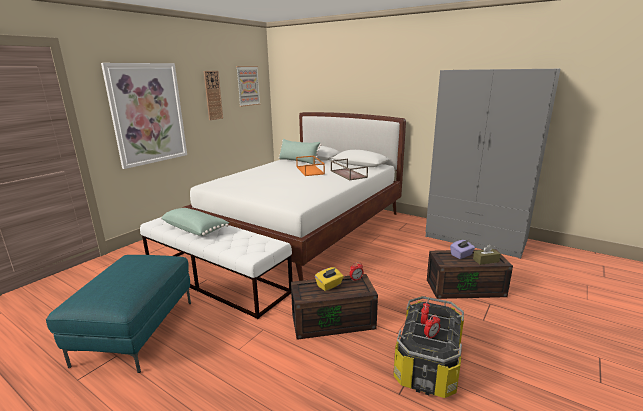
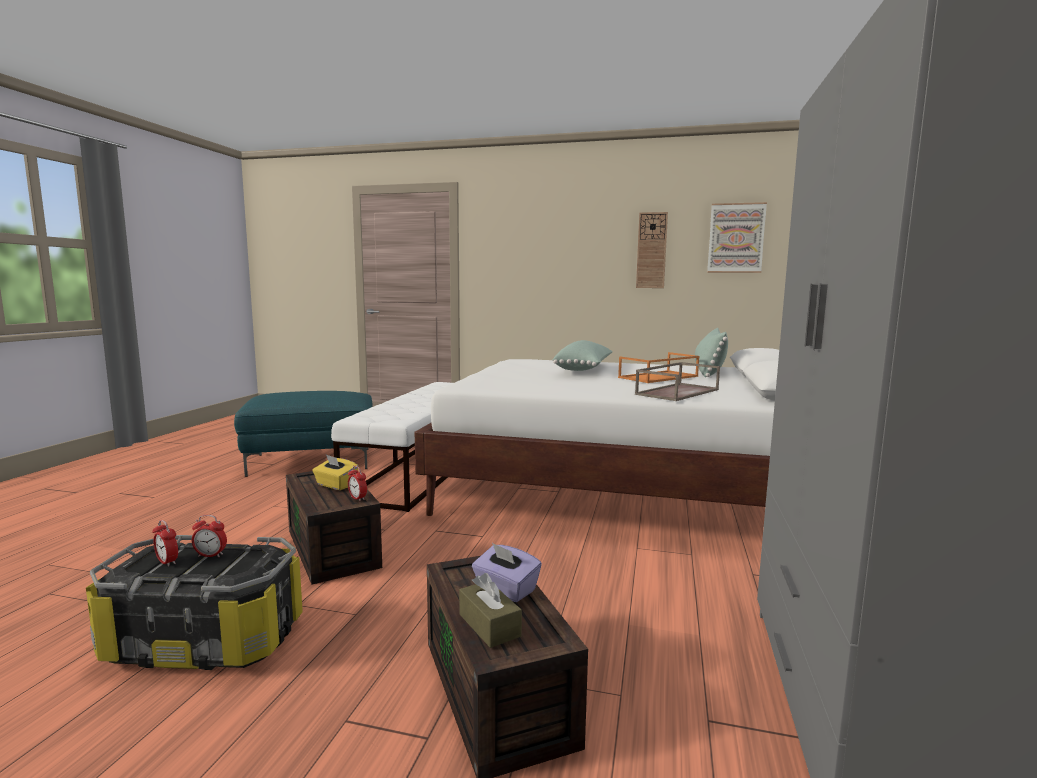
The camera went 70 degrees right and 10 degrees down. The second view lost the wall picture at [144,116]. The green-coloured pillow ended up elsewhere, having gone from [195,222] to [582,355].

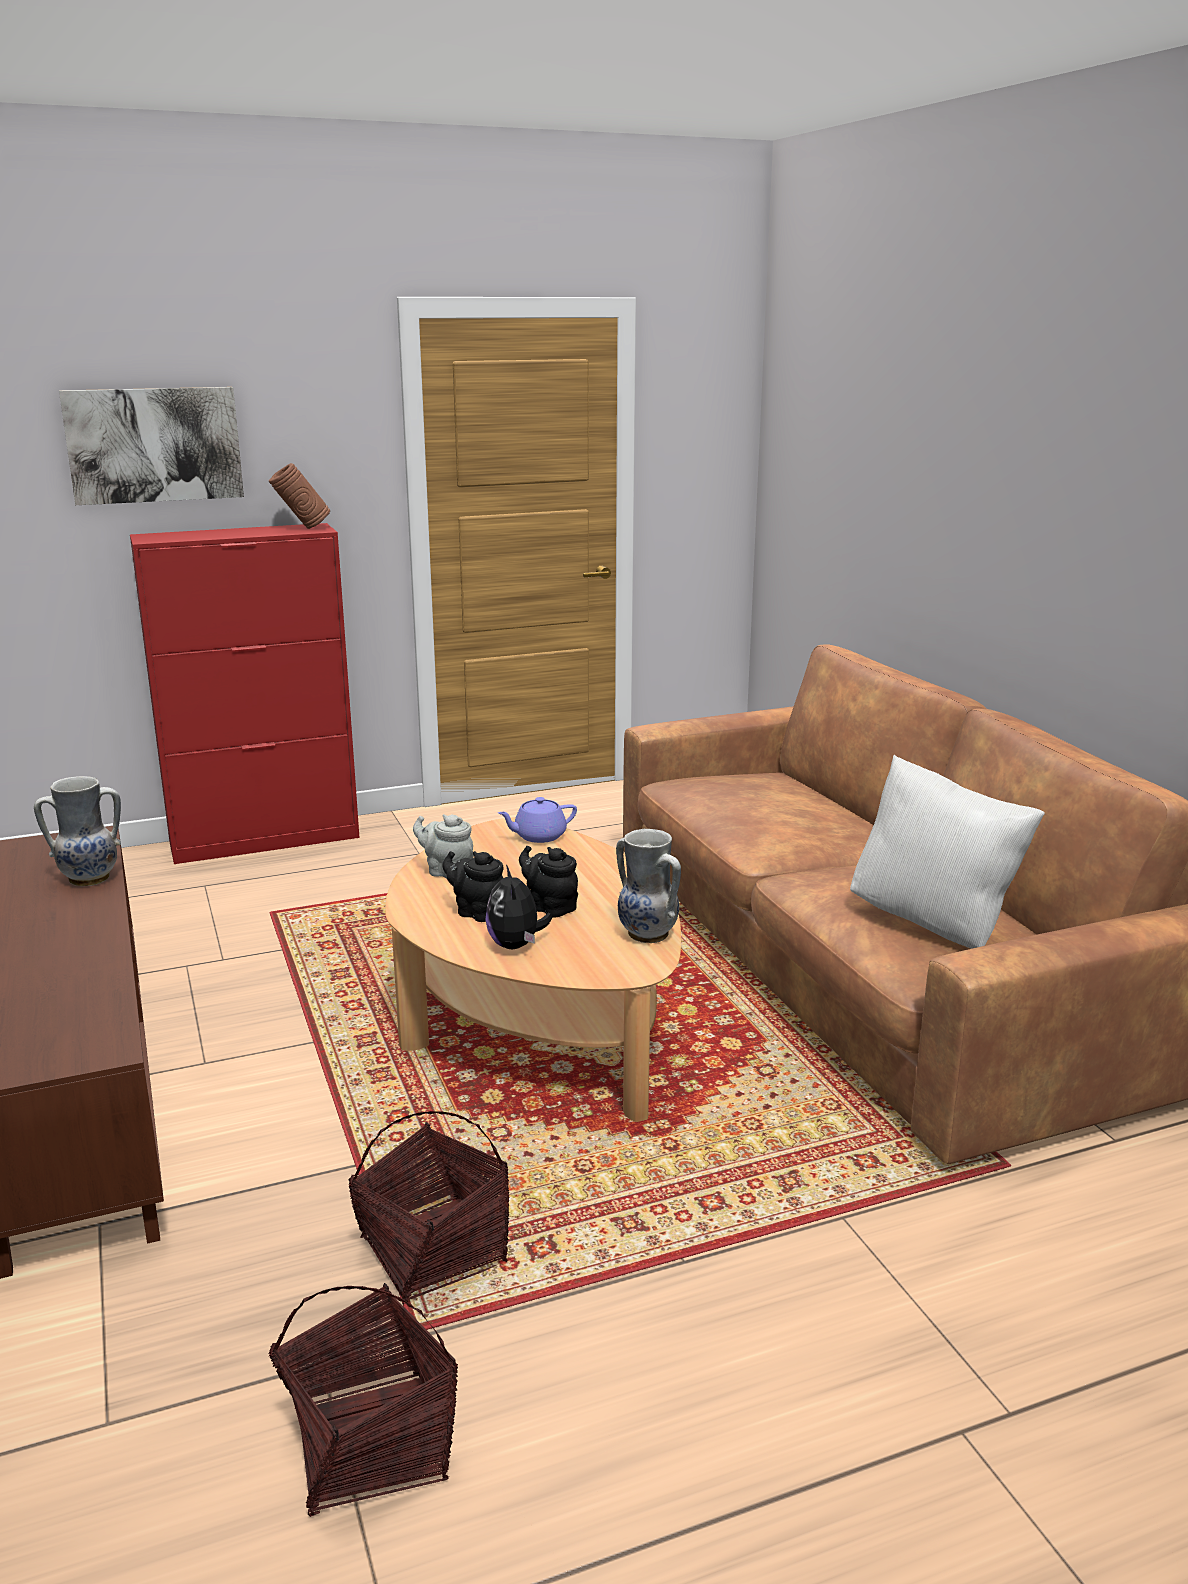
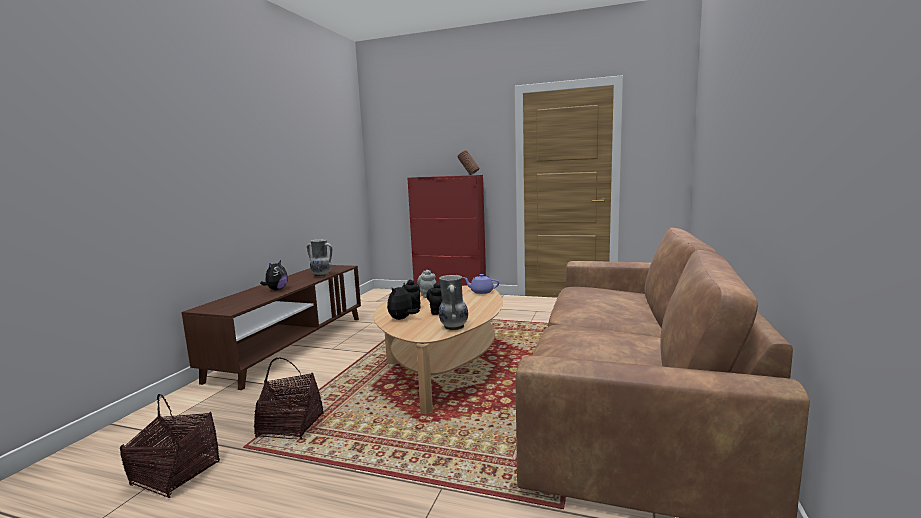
The camera went 40 degrees right and 10 degrees down. The second view lost the wall picture at [151,446]. The second view lost the white-coloured pillow at [947,852]. The second view gained the plush toy at [274,275].

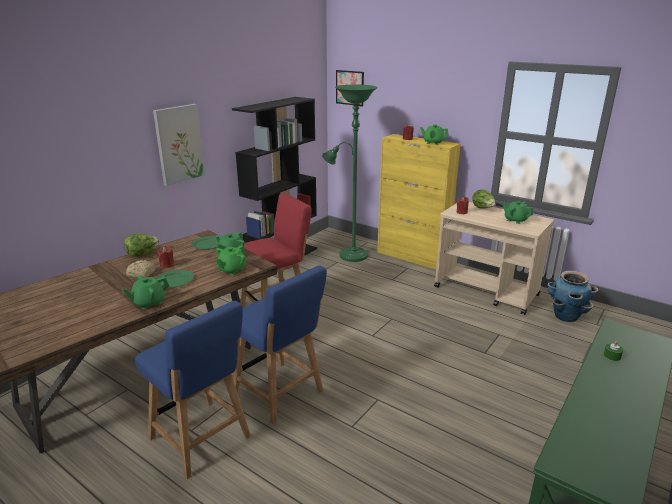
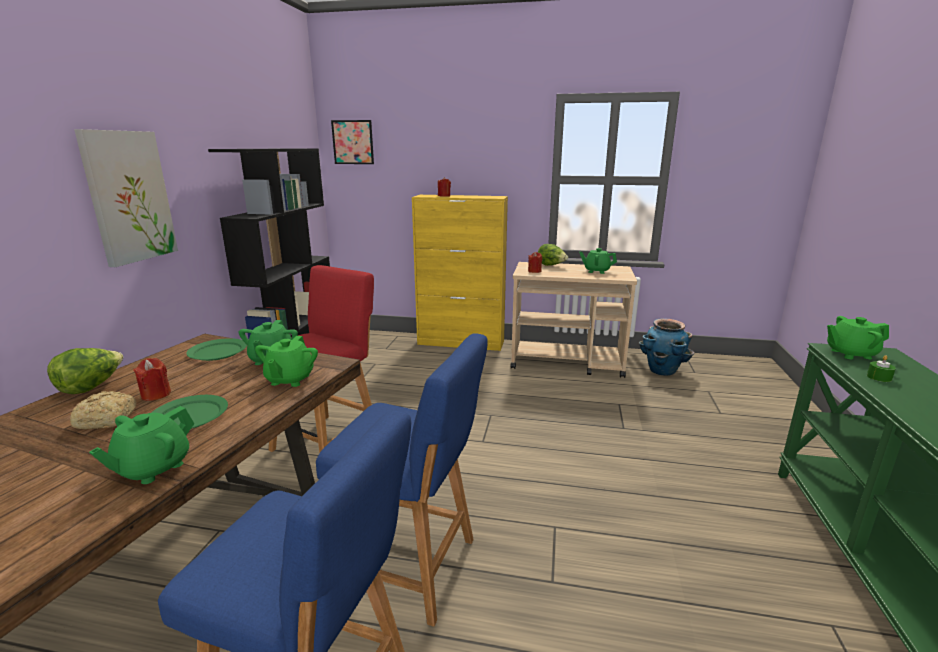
The camera went 25 degrees left and 5 degrees down. The second view lost the green-coloured floor lamp at [350,173]. The green-coloured tea pot ended up elsewhere, having gone from [434,134] to [858,337].

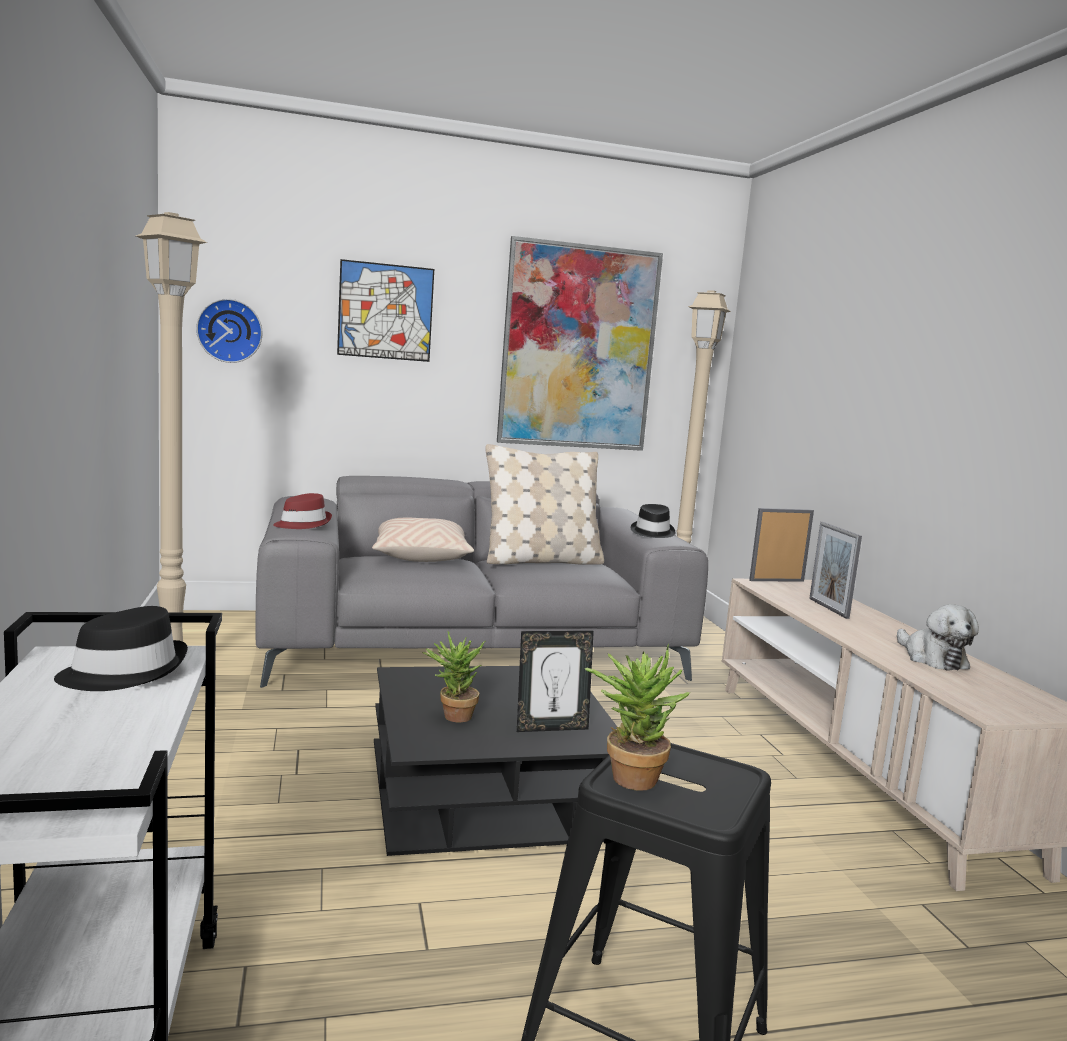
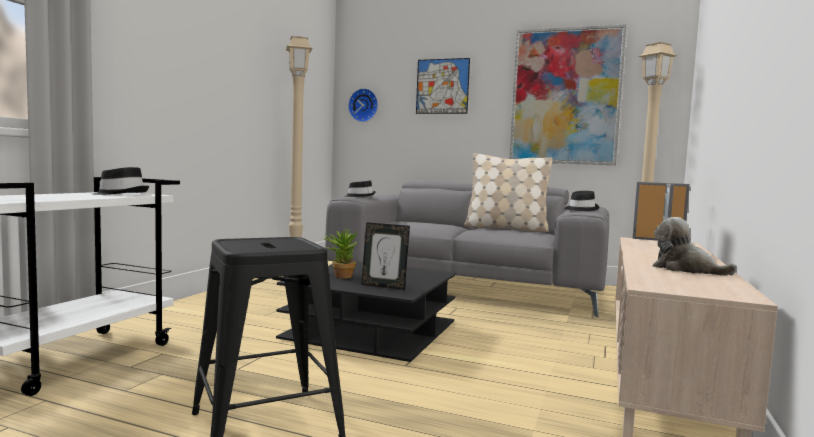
The camera went 35 degrees right and 5 degrees down. What was the red clothing hat at [302,511] turned into the black-coloured clothing hat at [360,188]. The second view lost the beige-coloured pillow at [423,539]. The second view lost the houseplant at [637,717]. The plush toy at [938,637] ended up facing another way, 120 degrees clockwise from before.

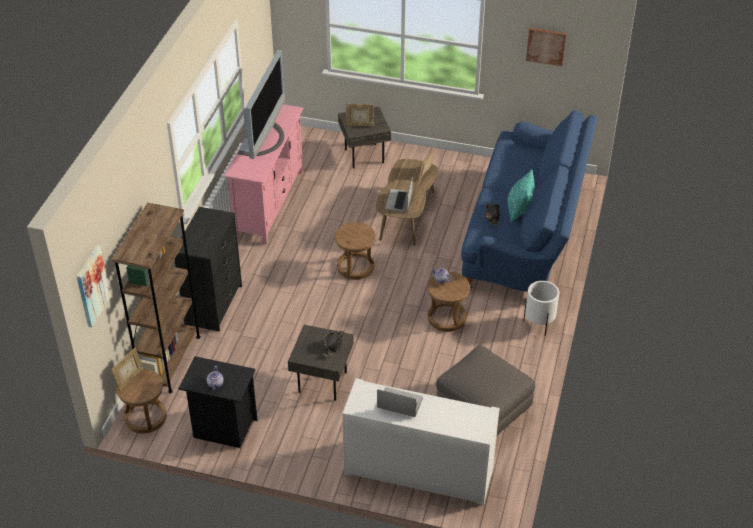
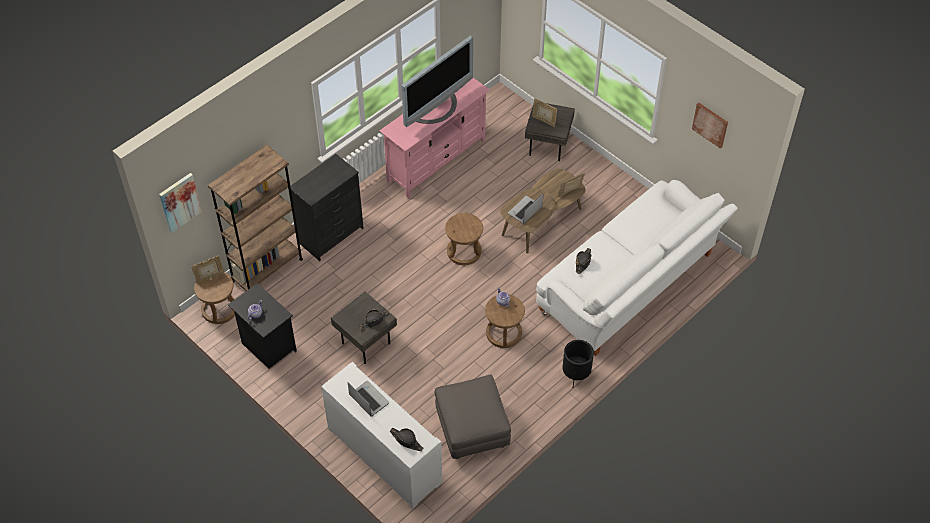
The camera went 30 degrees right and 10 degrees up. What was the blue couch at [529,201] turned into the white-coloured couch at [636,268]. The second view lost the turquoise pillow at [521,196]. What was the white-coloured planter at [541,308] turned into the black-coloured planter at [578,363]. The second view gained the black-coloured clothing hat at [406,439].

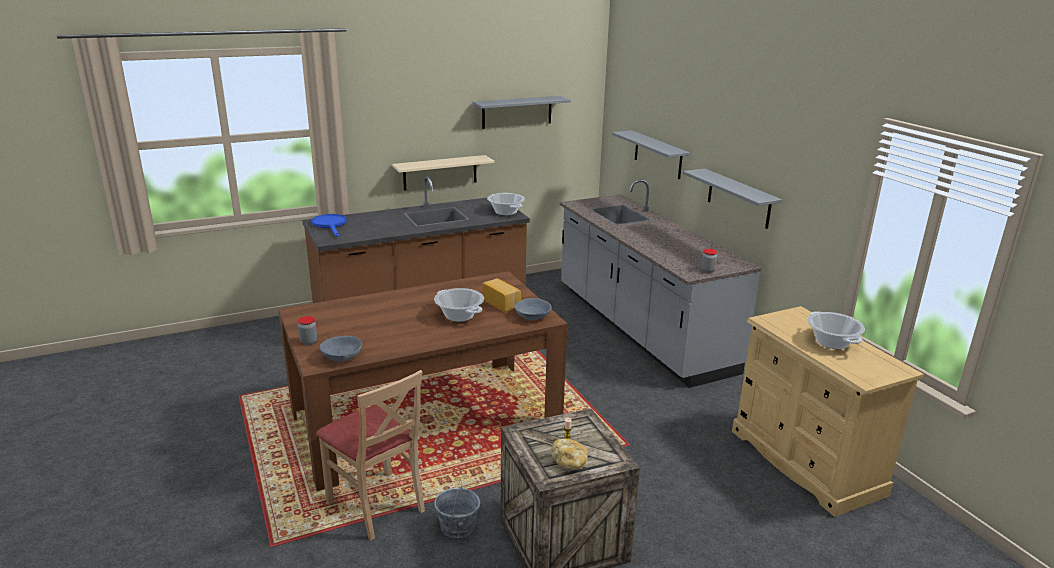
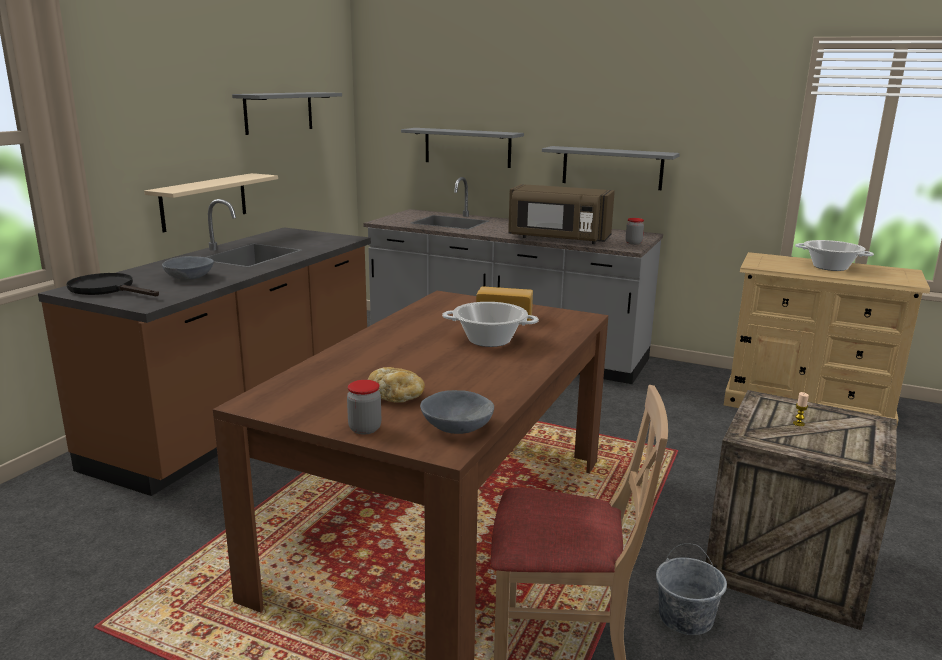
The camera went 40 degrees left and 5 degrees down. What was the blue frying pan at [329,225] turned into the black-coloured frying pan at [112,284]. The second view lost the cooking pot at [506,204]. The grey serving bowl ended up elsewhere, having gone from [533,309] to [188,268]. The bread ended up elsewhere, having gone from [569,454] to [396,385]. The second view gained the brownish kitchen microwave at [561,214].

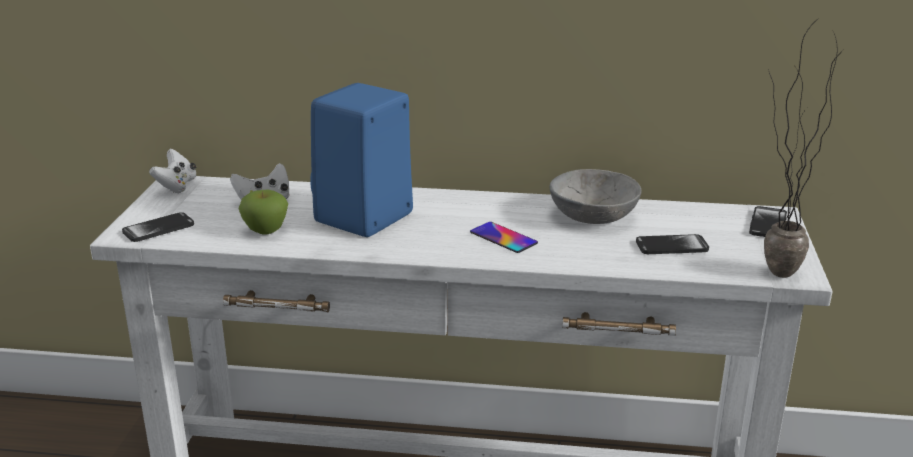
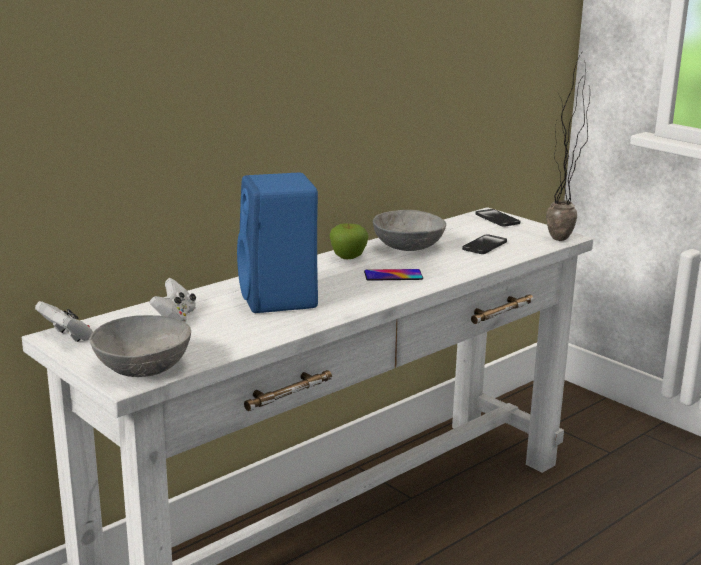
The camera went 50 degrees left and 5 degrees down. Where the handset stood at [158,227], the grey serving bowl came to stand at [140,346]. The apple fruit ended up elsewhere, having gone from [263,212] to [349,241].

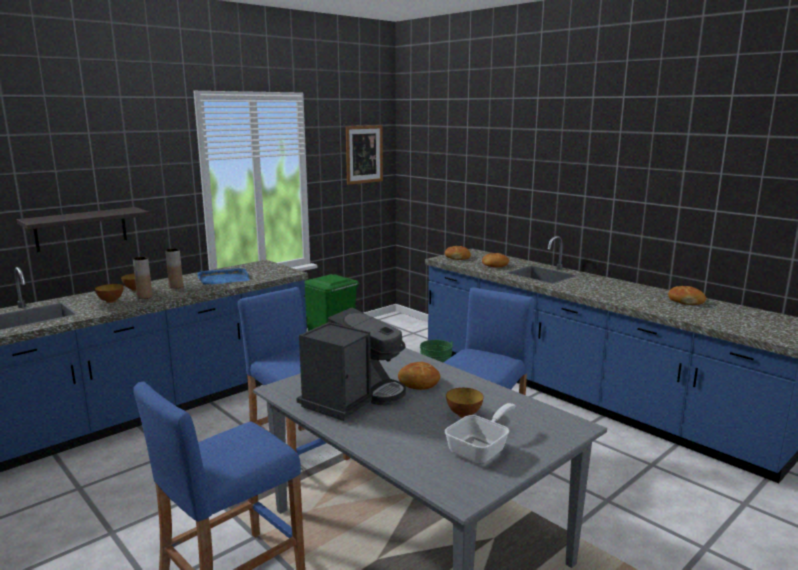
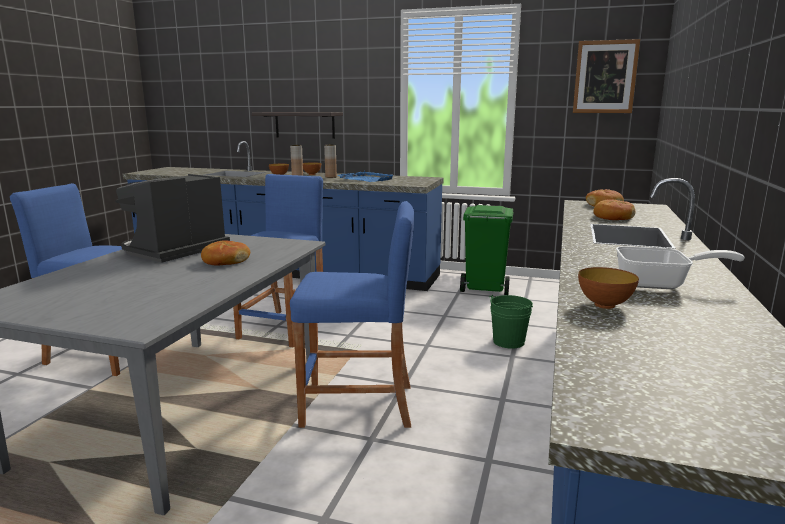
The camera went 60 degrees right and 0 degrees up. The coffee maker at [351,364] ended up facing another way, 120 degrees clockwise from before. The frying pan ended up elsewhere, having gone from [480,433] to [680,267]. The serving bowl ended up elsewhere, having gone from [465,403] to [608,288]. The second view lost the bread at [687,295].

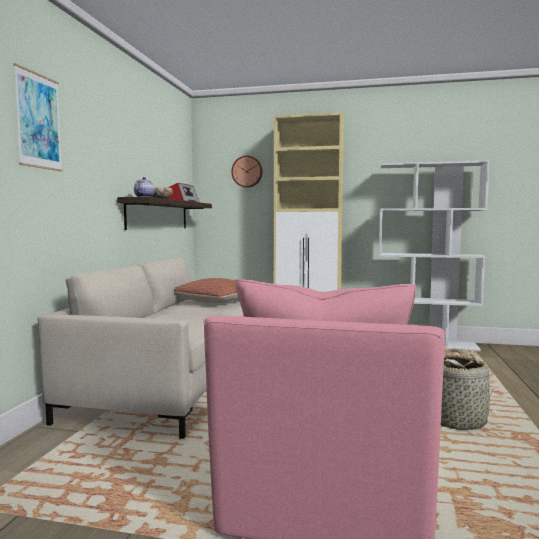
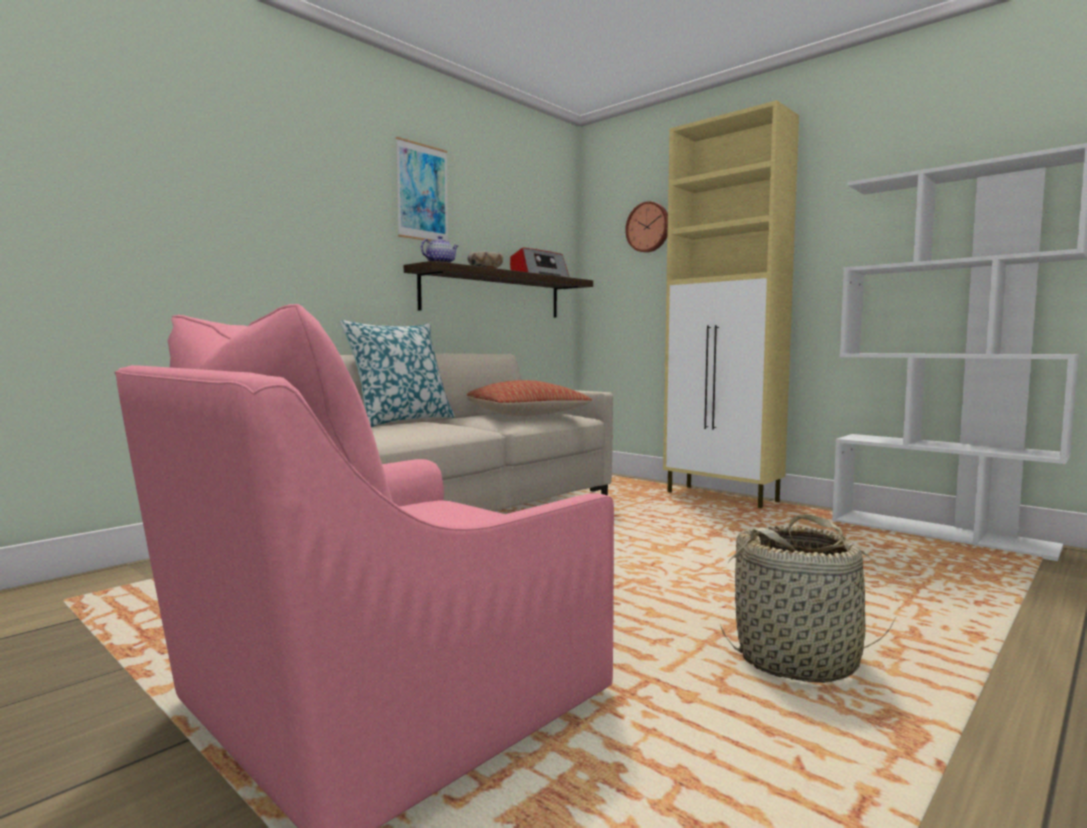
The camera went 30 degrees right and 0 degrees up. The wall picture ended up elsewhere, having gone from [38,117] to [422,189]. The second view gained the pillow at [397,373].

